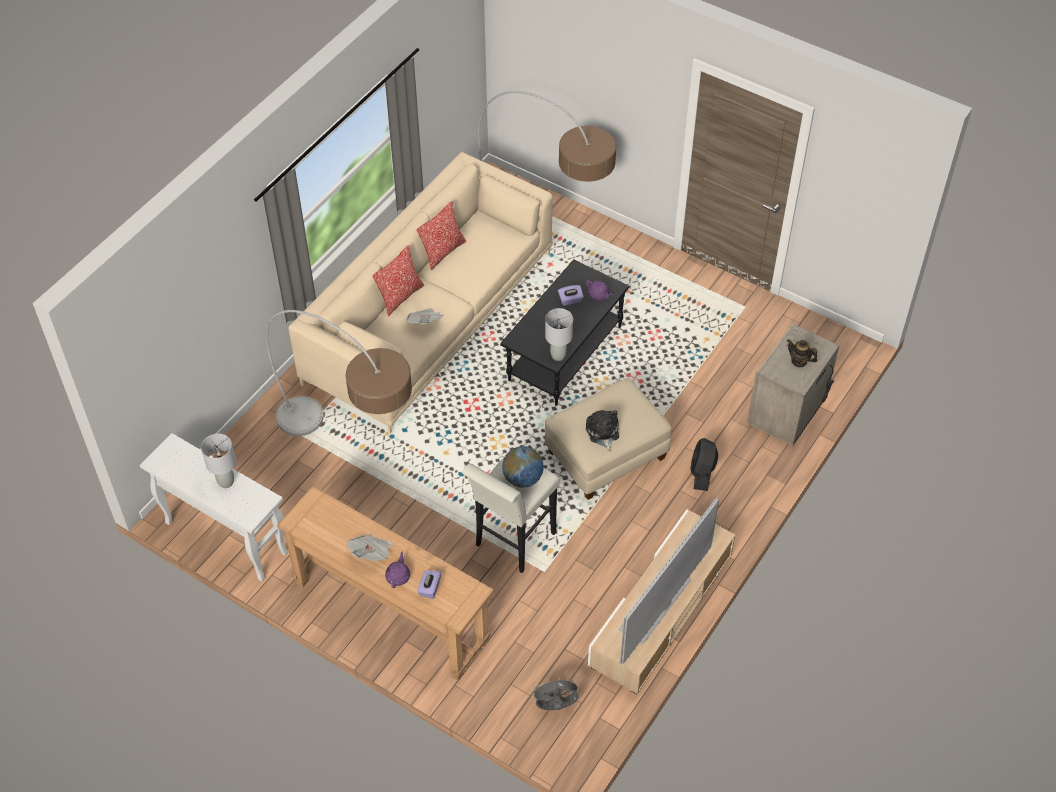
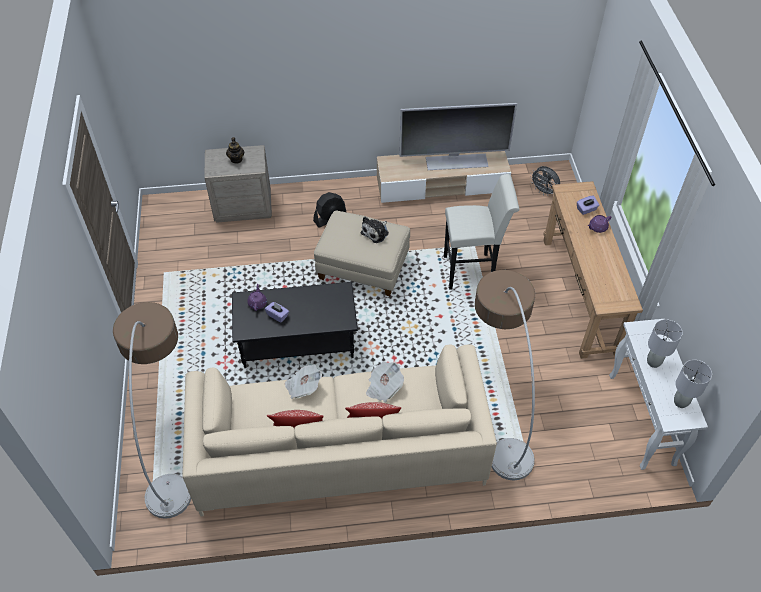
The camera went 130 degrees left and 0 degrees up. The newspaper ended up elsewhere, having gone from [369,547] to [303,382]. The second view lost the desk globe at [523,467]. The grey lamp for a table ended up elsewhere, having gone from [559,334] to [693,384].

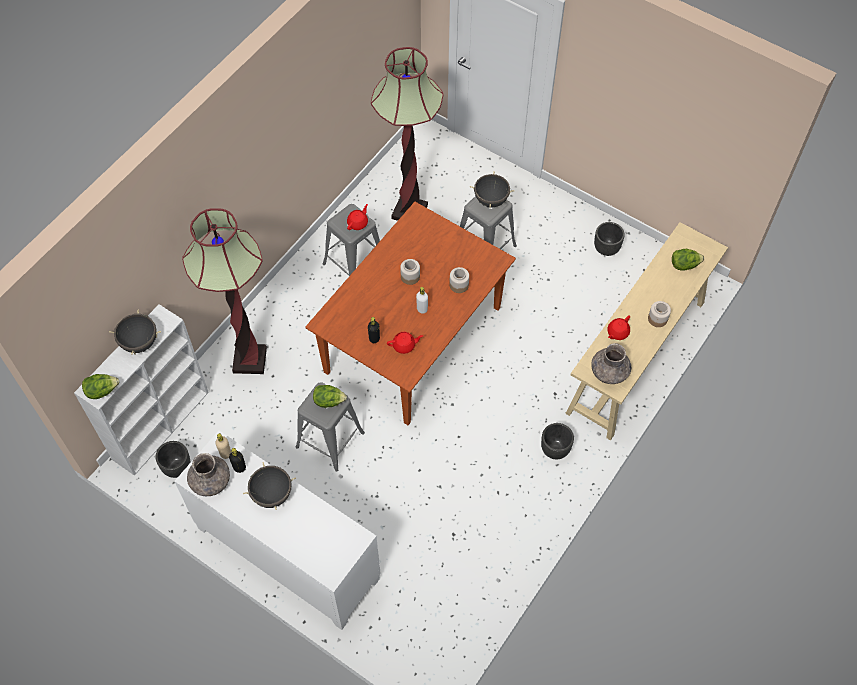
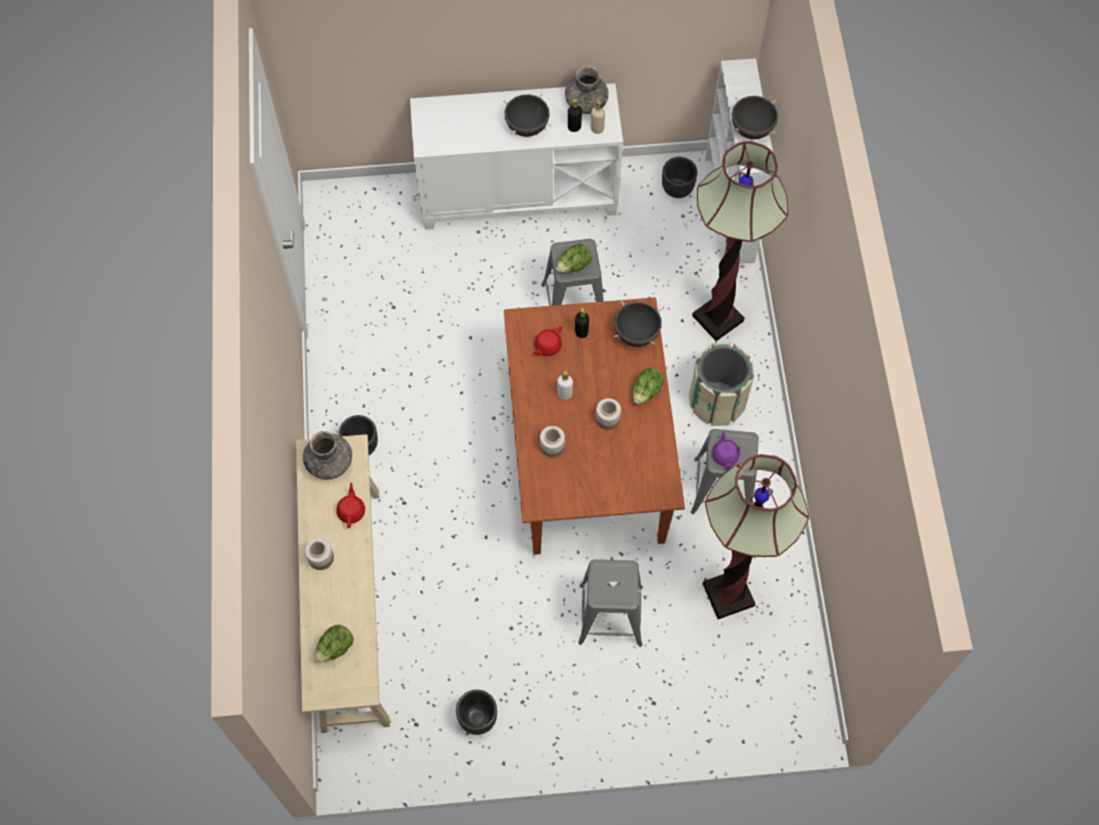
The camera went 140 degrees right and 5 degrees up. The lettuce ended up elsewhere, having gone from [100,386] to [648,385]. What was the red tea pot at [357,217] turned into the purple tea pot at [726,450]. The black-coloured cooking pot ended up elsewhere, having gone from [492,189] to [637,324]. The second view gained the beige-coloured rubbish bin at [721,384].

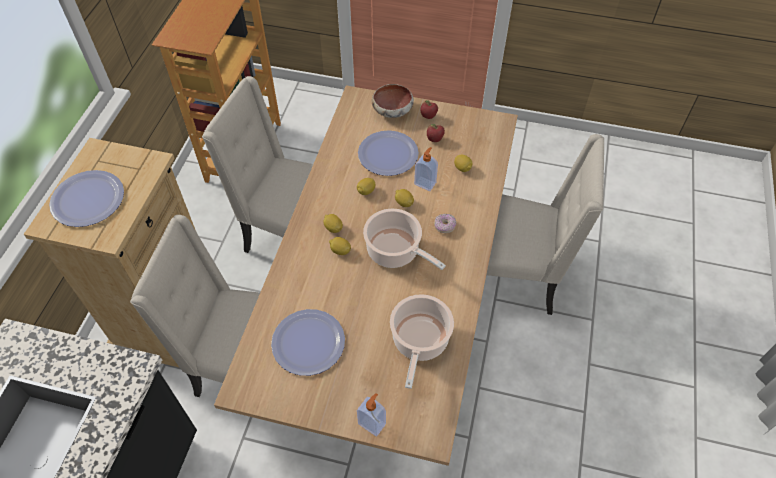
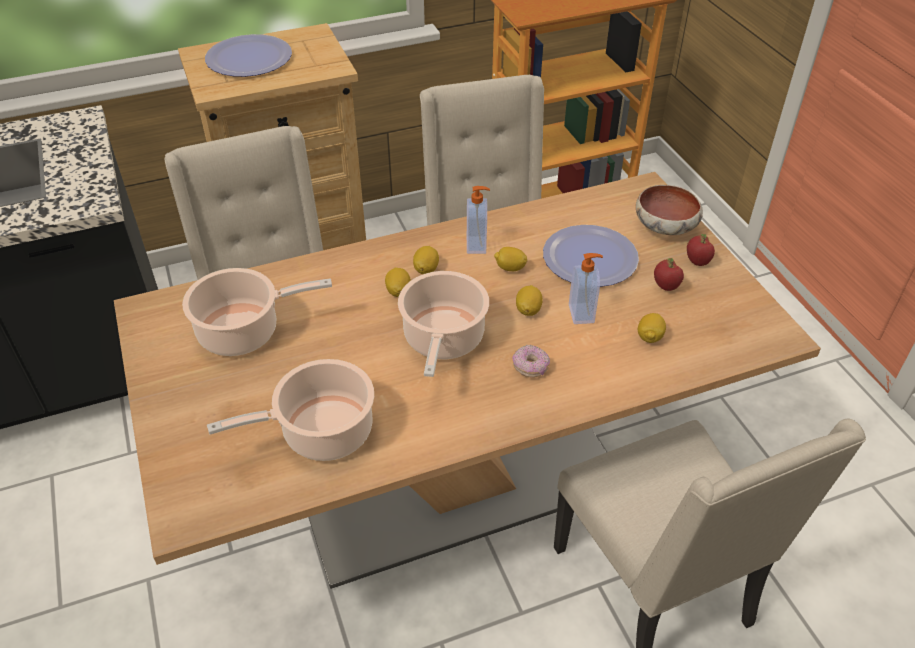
The camera went 55 degrees right and 10 degrees down. Where the dinner plate stood at [308,342], the cooking pot came to stand at [257,312]. The soap bottle ended up elsewhere, having gone from [371,415] to [478,220].

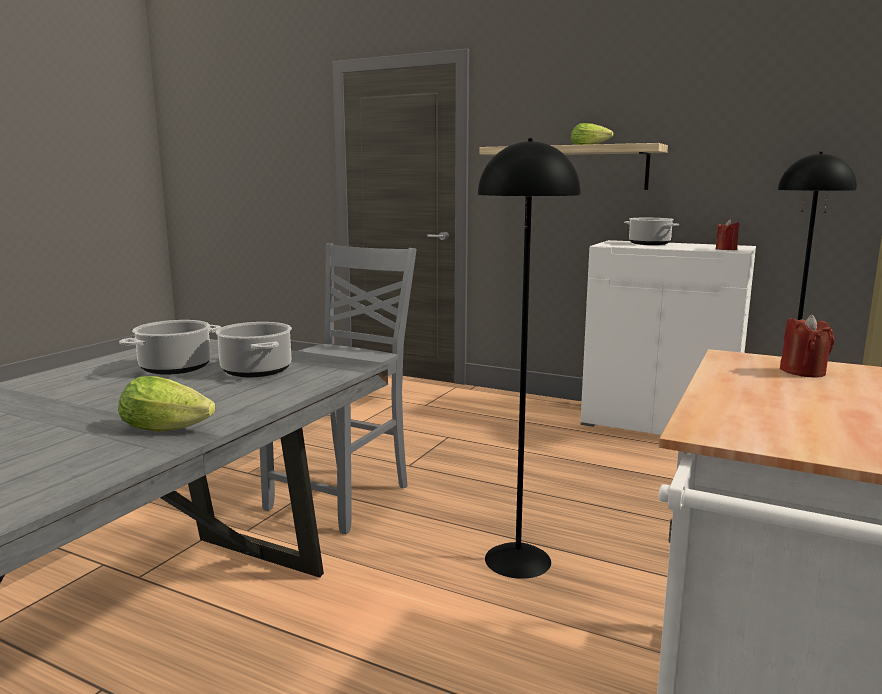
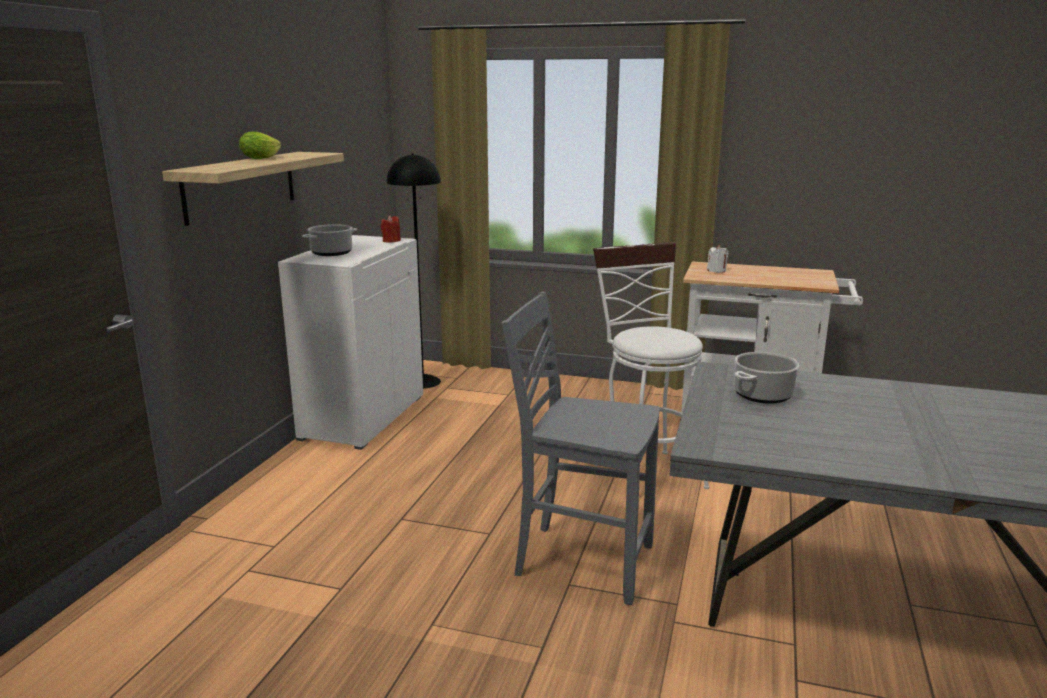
The camera went 100 degrees left and 5 degrees up. The second view lost the lettuce at [166,404]. The second view lost the cooking pot at [170,347]. Where the black-coloured floor lamp stood at [529,358], the white-coloured sitting stool came to stand at [651,365]. What was the red wax candle at [807,345] turned into the white-coloured wax candle at [718,259].

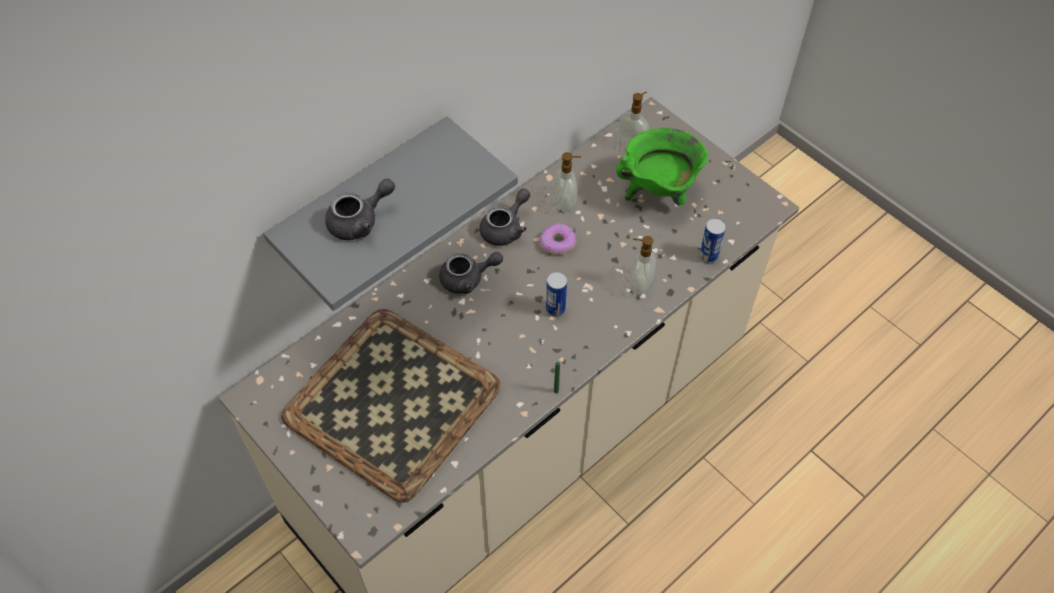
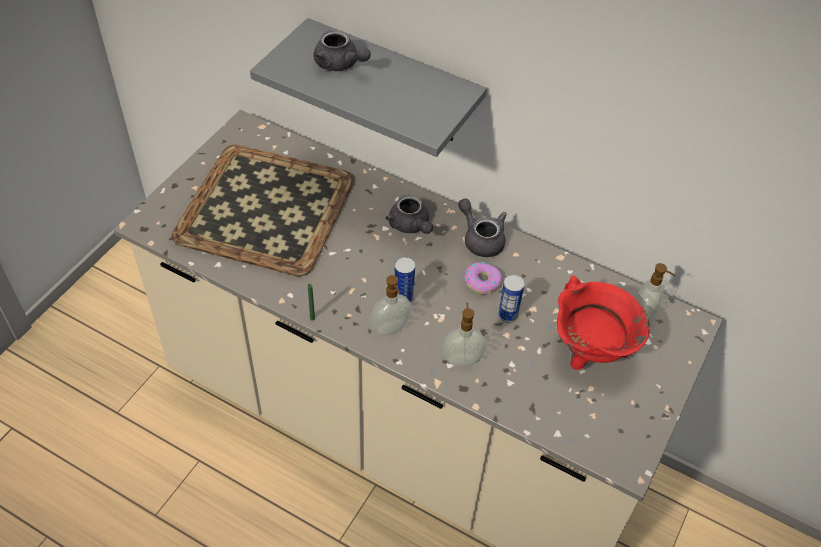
The camera went 70 degrees right and 5 degrees down. The grey tea pot at [505,217] ended up facing another way, 150 degrees counterclockwise from before. The soap bottle ended up elsewhere, having gone from [567,182] to [391,305]. What was the green-coloured cooking pot at [662,166] turned into the red cooking pot at [603,323]. The sealed can ended up elsewhere, having gone from [712,240] to [511,298].

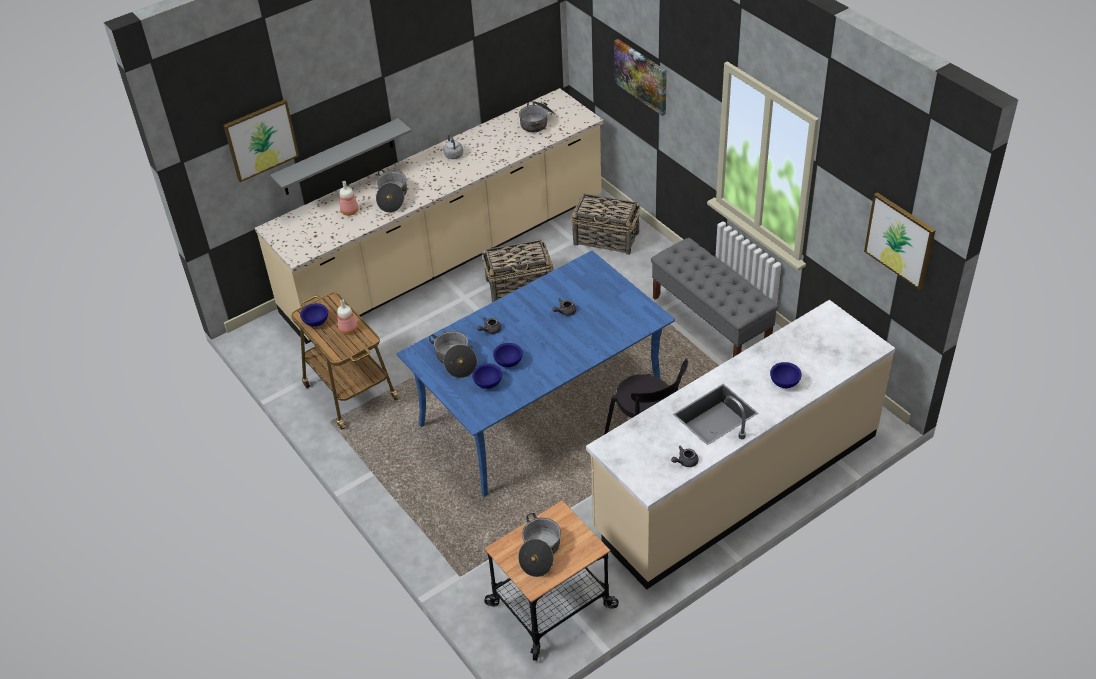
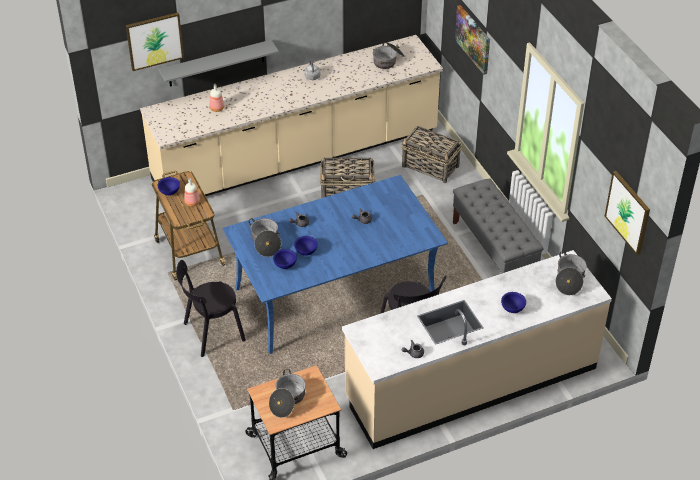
The camera went 10 degrees right and 0 degrees up. The cooking pot ended up elsewhere, having gone from [391,191] to [571,273]. The second view gained the black-coloured upright chair at [211,308].

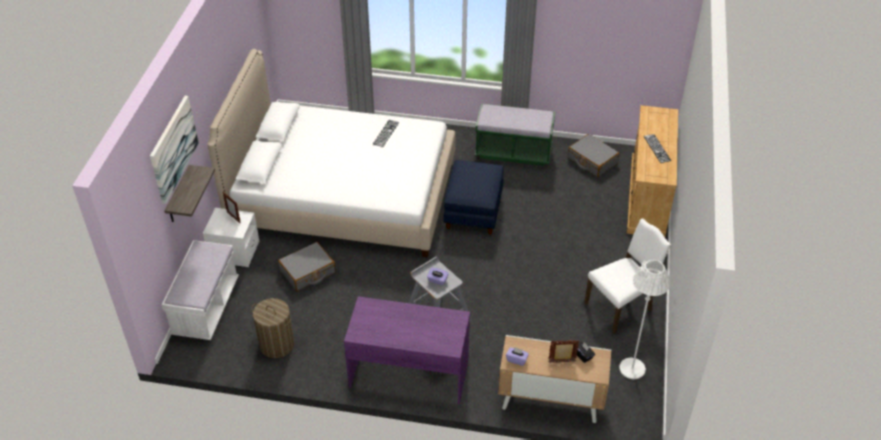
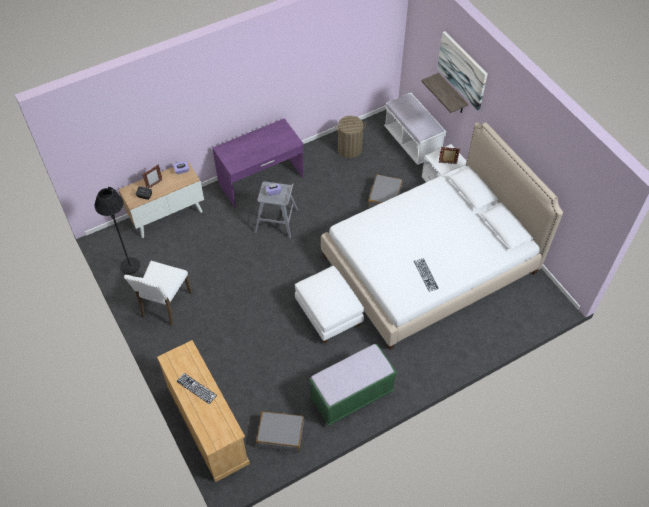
The camera went 140 degrees right and 10 degrees up. What was the blue pouffe at [474,197] turned into the white-coloured pouffe at [329,304]. What was the white-coloured floor lamp at [644,319] turned into the black-coloured floor lamp at [117,230].

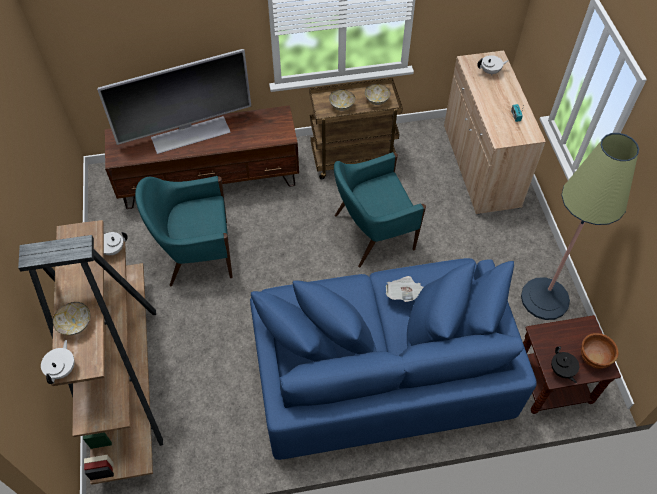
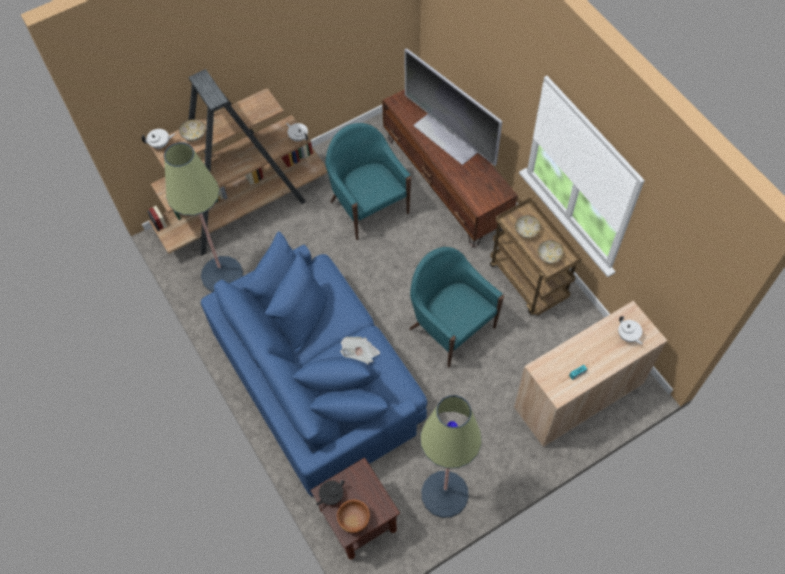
The camera went 70 degrees right and 5 degrees up. The second view gained the floor lamp at [203,217].

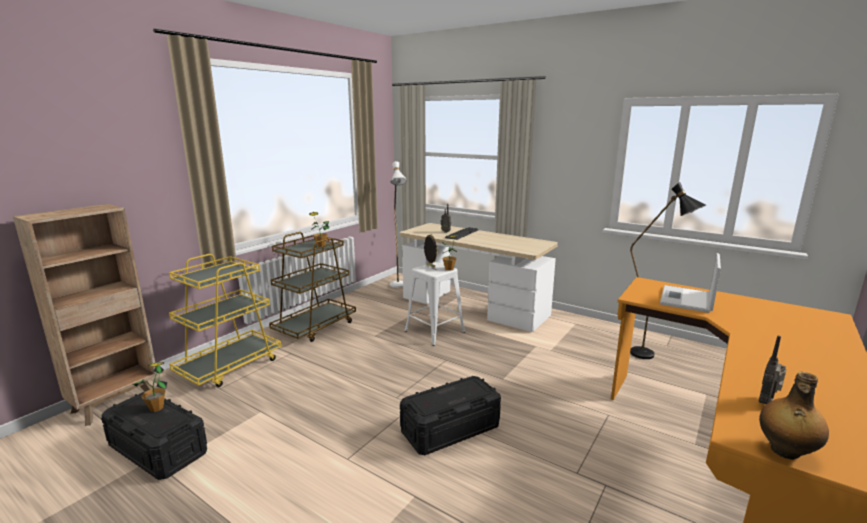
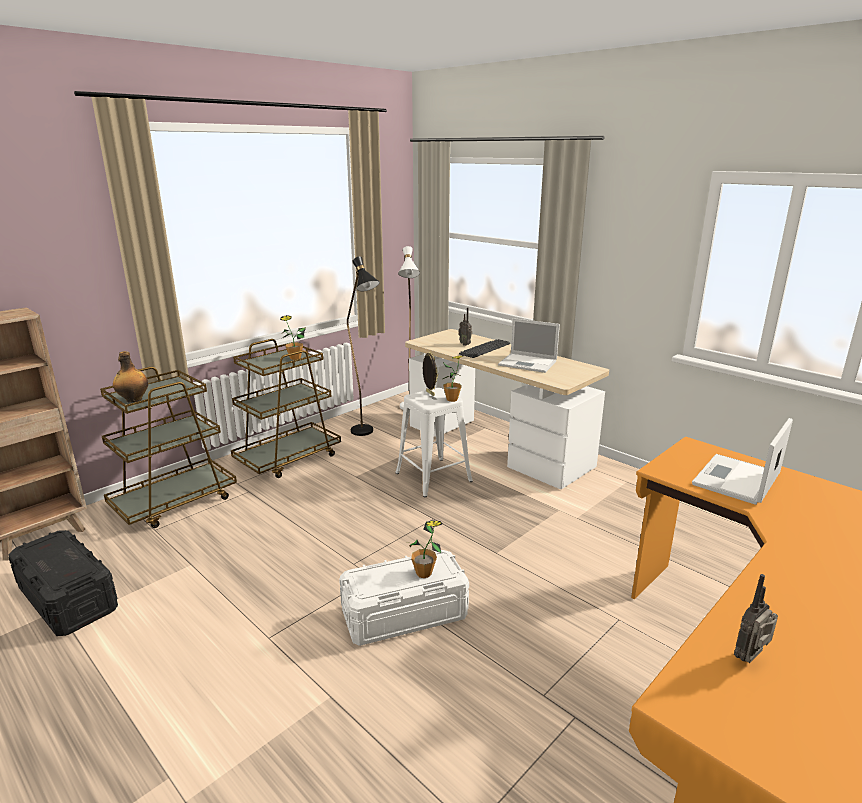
The camera went 10 degrees right and 5 degrees up. The houseplant ended up elsewhere, having gone from [150,387] to [426,549]. What was the yellow-coloured trolley at [225,320] turned into the brownish trolley at [168,447]. What was the black-coloured storage bin at [450,415] turned into the white-coloured storage bin at [404,598]. The black-coloured floor lamp ended up elsewhere, having gone from [668,270] to [363,346]. The bottle ended up elsewhere, having gone from [794,415] to [130,377]. The second view gained the notebook computer at [529,345].

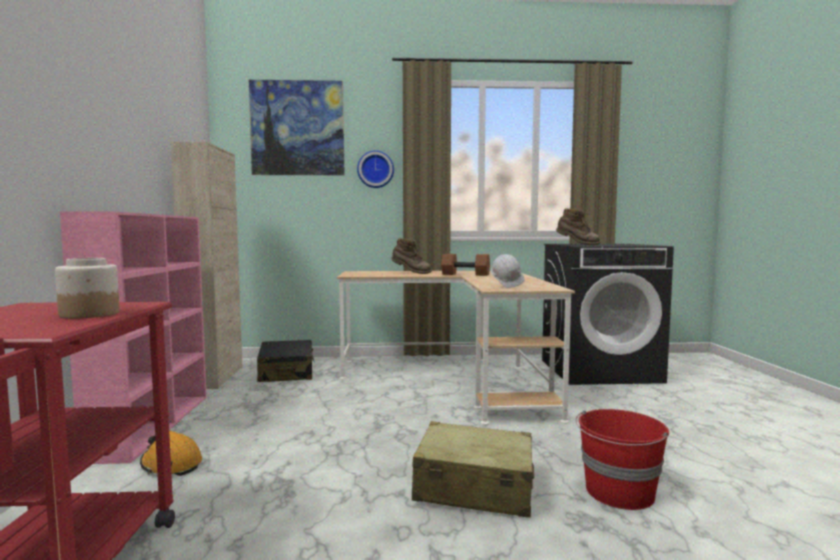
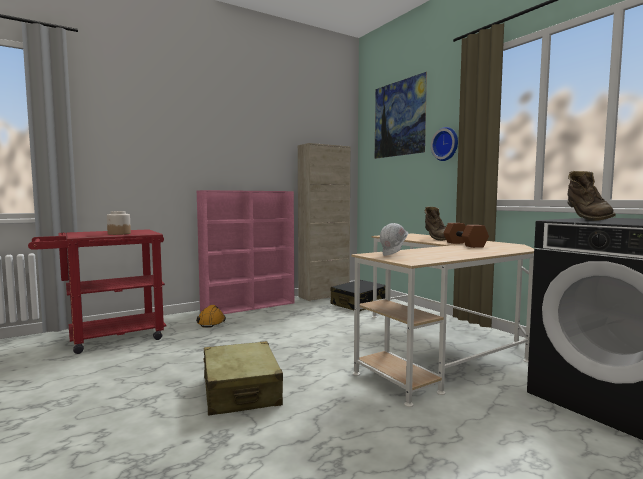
The camera went 60 degrees right and 0 degrees up. The second view lost the red bucket at [622,459].

